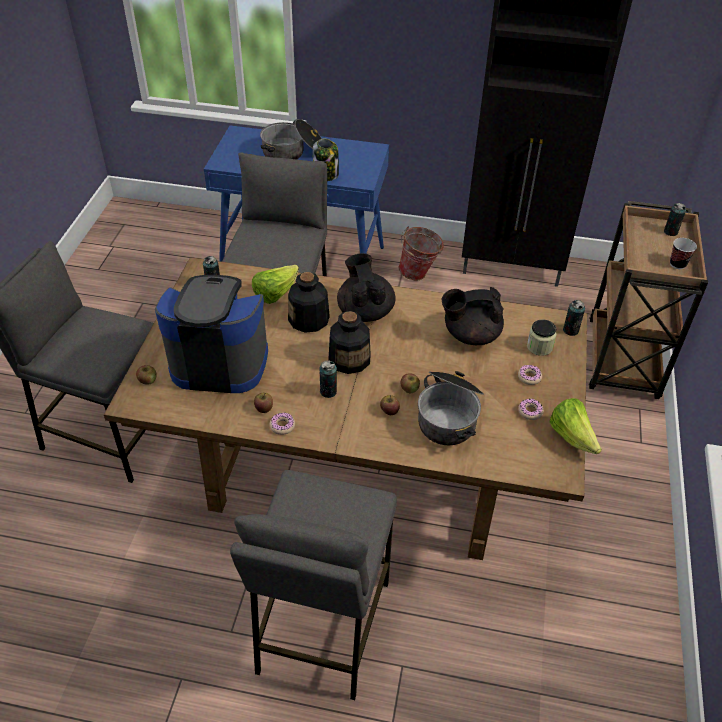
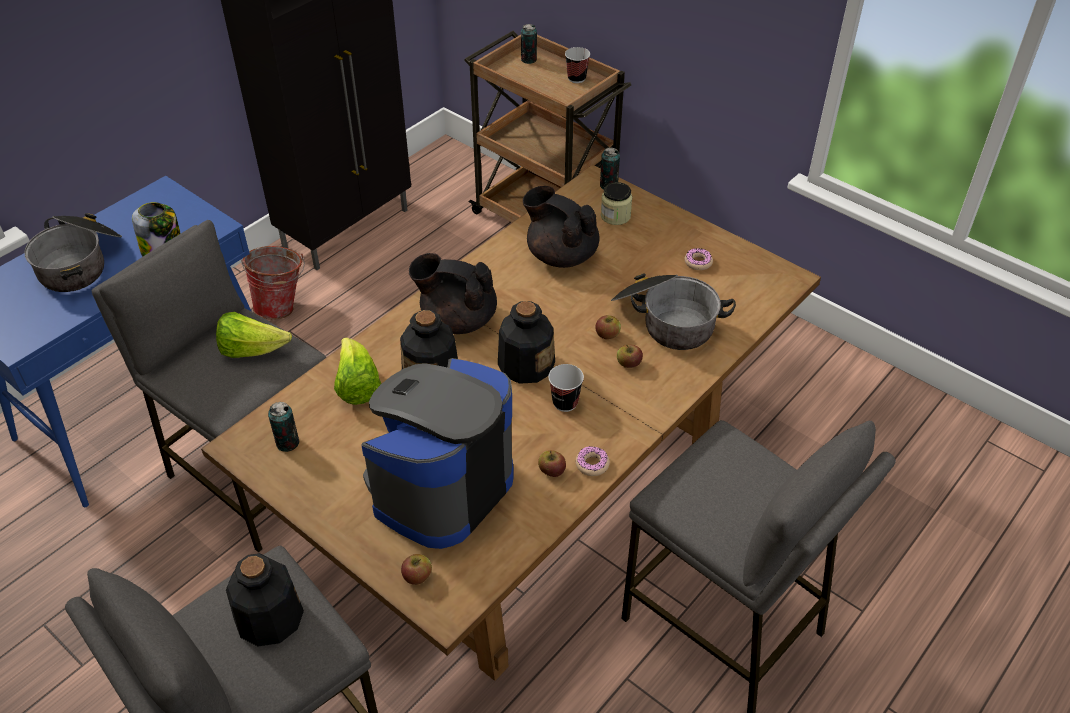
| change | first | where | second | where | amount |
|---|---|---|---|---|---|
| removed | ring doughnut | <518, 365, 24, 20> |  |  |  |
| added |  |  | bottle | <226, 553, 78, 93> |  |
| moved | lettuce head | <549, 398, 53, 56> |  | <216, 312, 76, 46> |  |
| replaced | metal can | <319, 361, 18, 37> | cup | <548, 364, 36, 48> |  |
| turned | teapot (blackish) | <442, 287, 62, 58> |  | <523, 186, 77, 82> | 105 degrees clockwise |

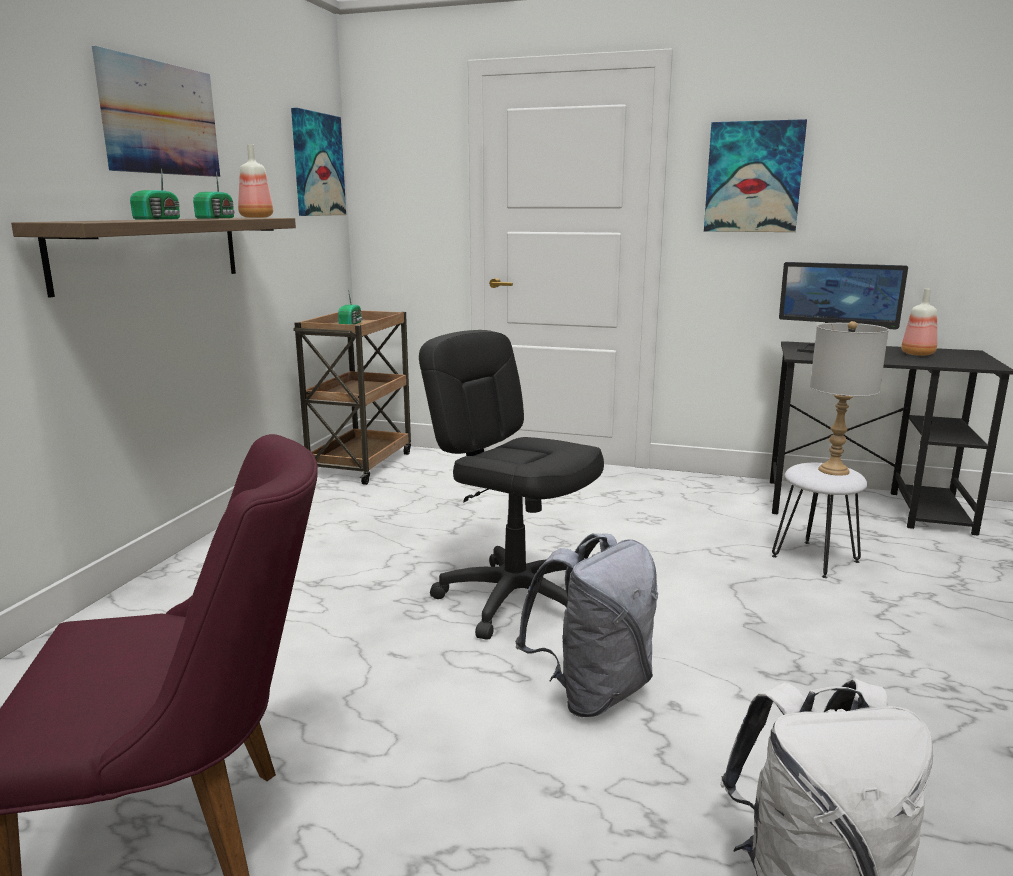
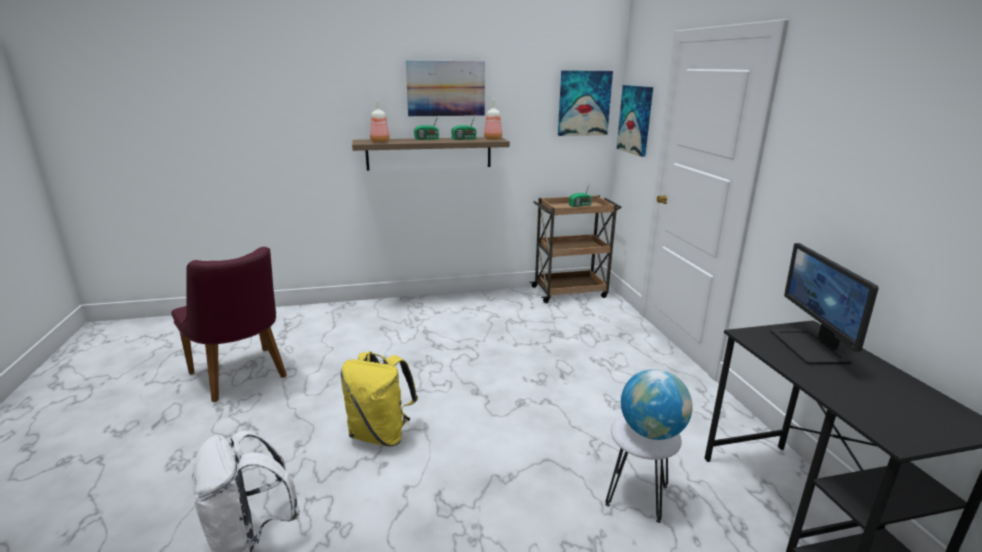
| change | first | where | second | where | amount |
|---|---|---|---|---|---|
| removed | desk chair (blackish) | <419, 330, 185, 310> |  |  |  |
| moved | picture | <704, 119, 103, 113> |  | <617, 85, 36, 72> |  |
| moved | bottle | <901, 289, 36, 67> |  | <370, 100, 20, 42> |  |
| replaced | tabletop lamp (greyish) | <810, 321, 79, 155> | globe | <621, 369, 71, 71> |  |
| recoloured | backpack (greyish) | <515, 533, 143, 184> | backpack (yellowish) | <341, 351, 77, 95> |  |

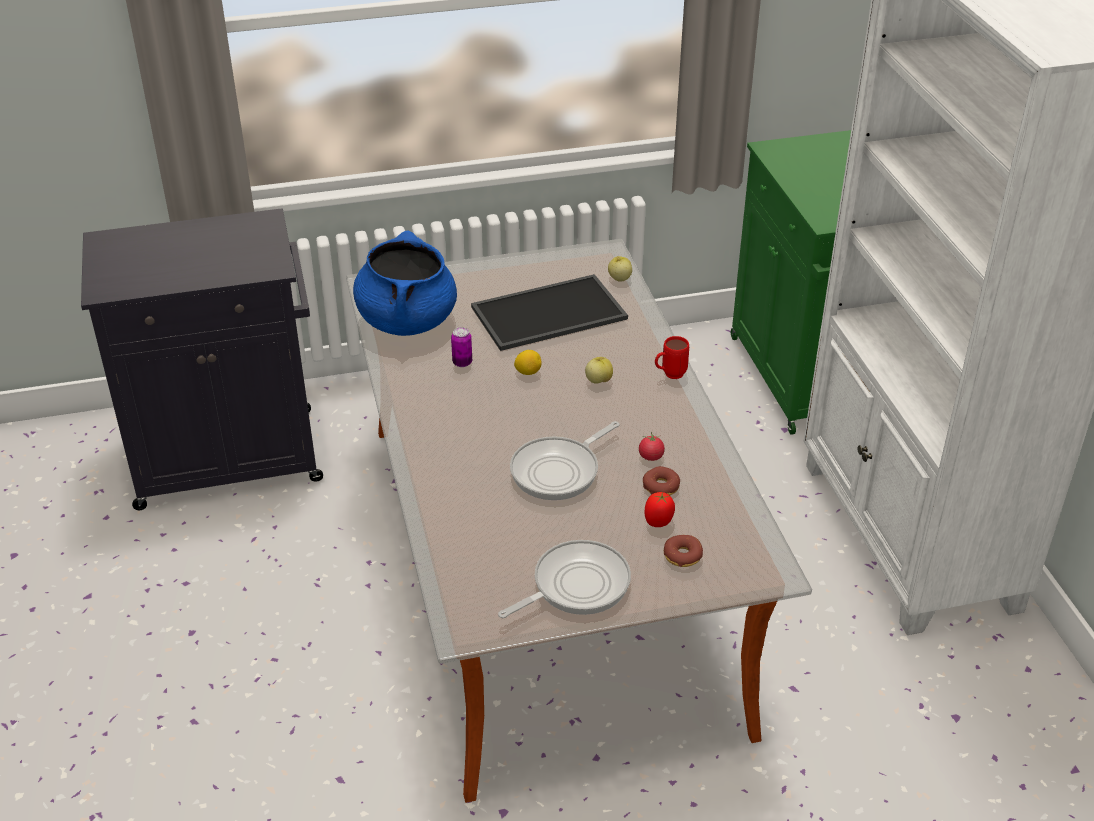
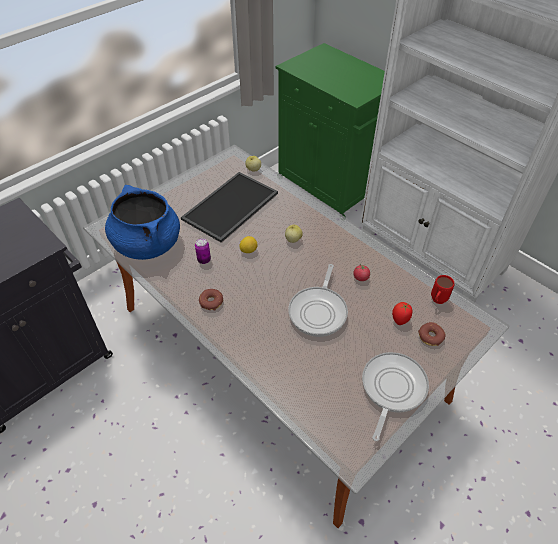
| change | first | where | second | where | amount |
|---|---|---|---|---|---|
| moved | ring doughnut | <643, 466, 37, 29> |  | <199, 289, 24, 22> |  |
| moved | mug (red-coloured) | <655, 336, 34, 43> |  | <431, 275, 23, 29> |  |

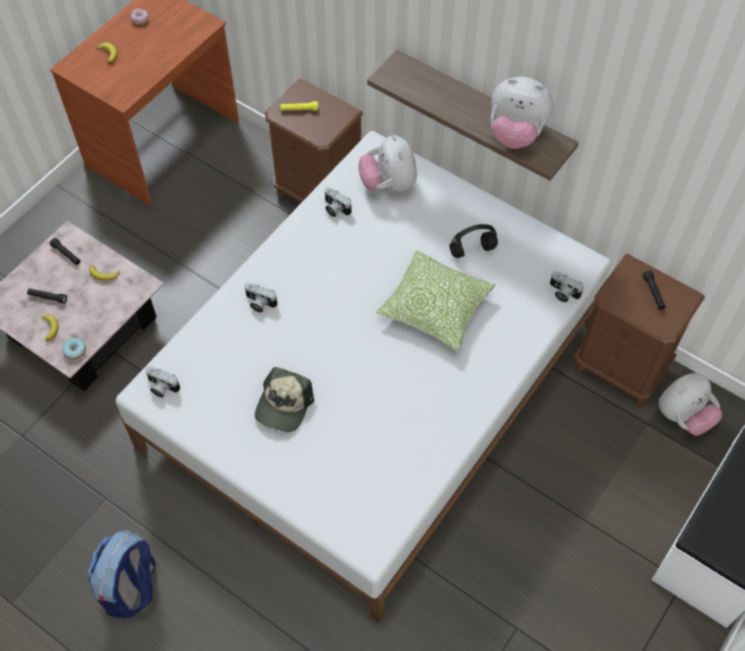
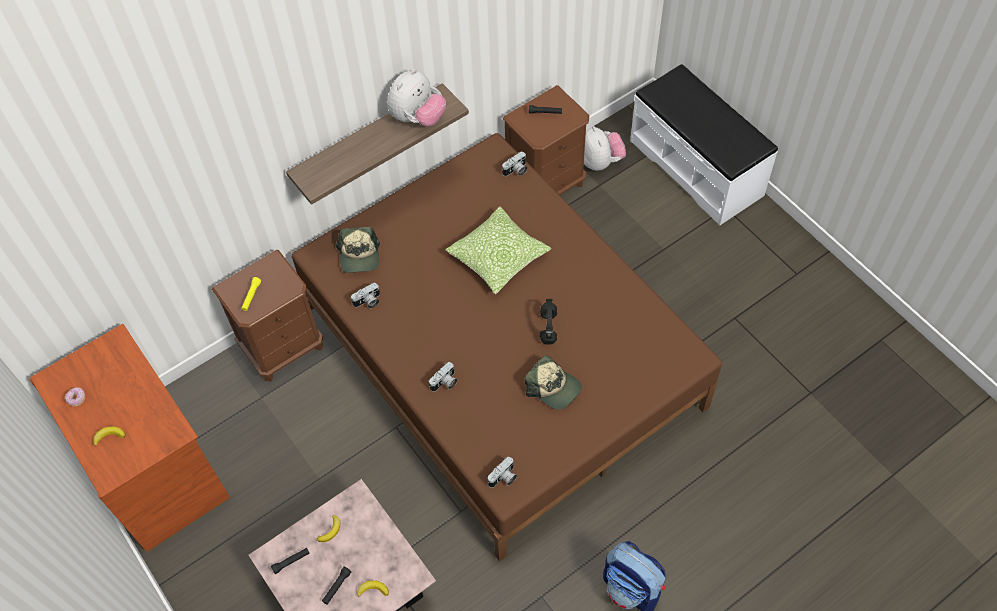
| change | first | where | second | where | amount |
|---|---|---|---|---|---|
| removed | ring doughnut | <62, 338, 24, 22> |  |  |  |
| moved | pair of headphones (blackish) | <449, 224, 49, 34> |  | <540, 299, 17, 46> |  |
| replaced | soft toy | <358, 135, 59, 57> | peaked cap | <336, 227, 44, 46> |  |
| recoloured | sleeping bed (white) | <116, 131, 495, 492> | sleeping bed (brown-coloured) | <292, 133, 430, 429> |  |

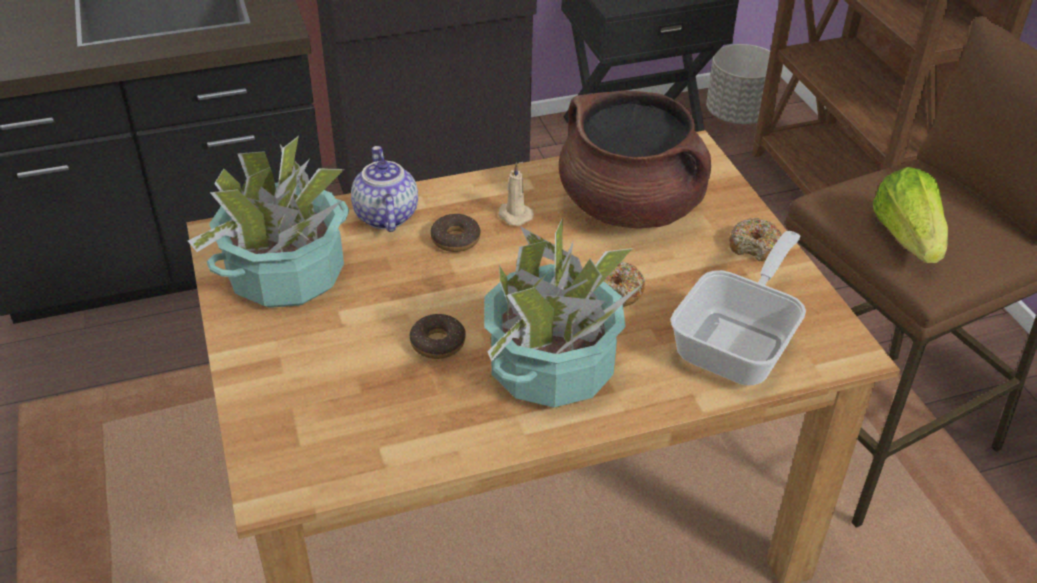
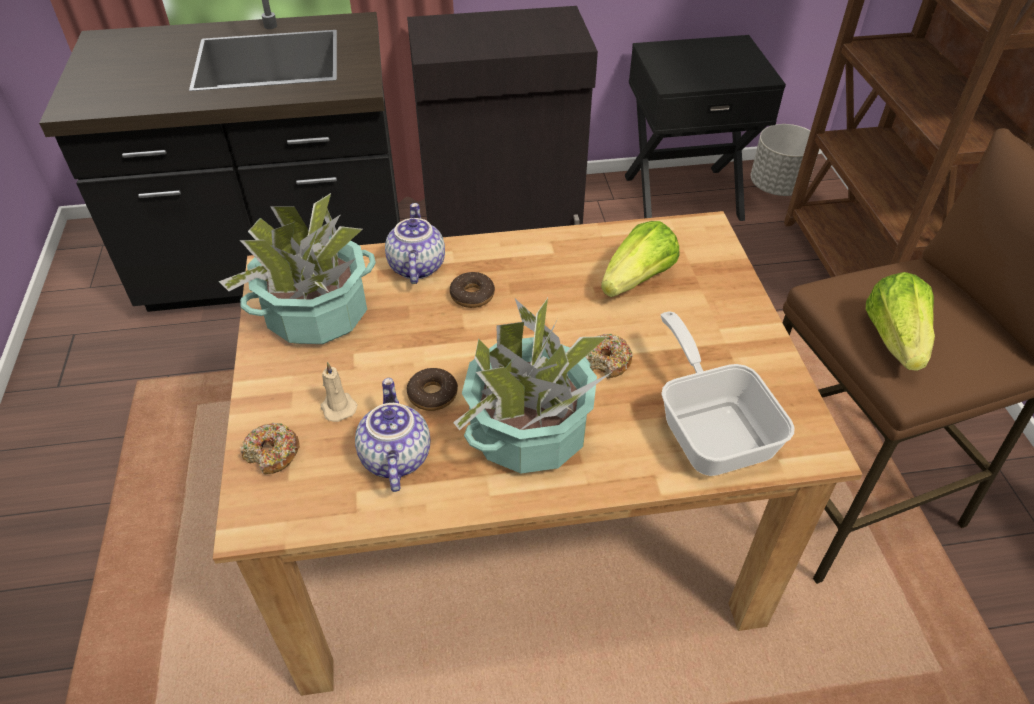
| change | first | where | second | where | amount |
|---|---|---|---|---|---|
| added |  |  | teapot | <355, 378, 75, 114> |  |
| moved | wax light (sand-coloured) | <498, 163, 36, 63> |  | <320, 362, 37, 60> |  |
| moved | ring doughnut | <729, 218, 53, 43> |  | <240, 423, 60, 51> |  |
| replaced | stockpot (brown-coloured) | <559, 90, 152, 138> | lettuce head | <601, 221, 78, 76> |  |
| turned | pan | <670, 231, 136, 155> |  | <661, 311, 134, 165> | 60 degrees counterclockwise |

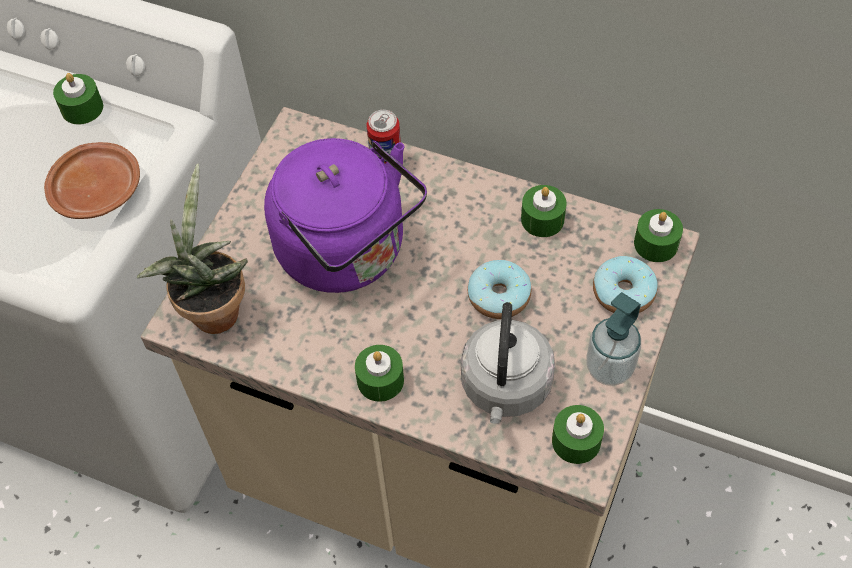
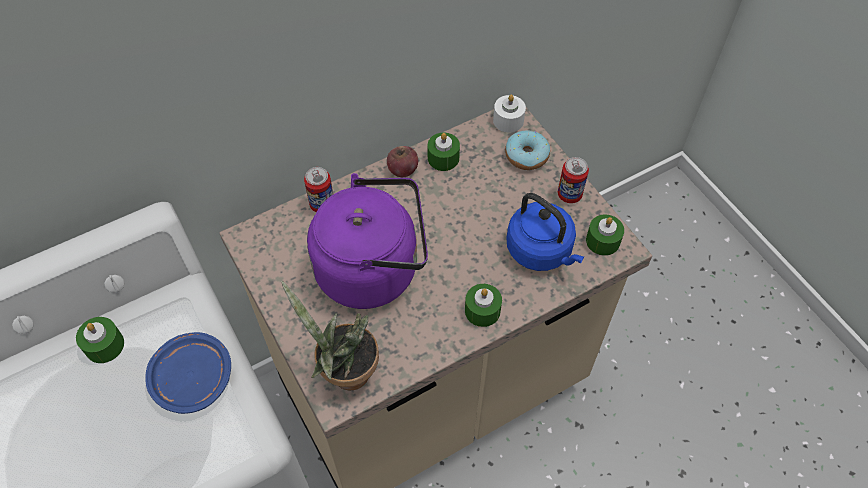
| change | first | where | second | where | amount |
|---|---|---|---|---|---|
| removed | ring doughnut | <468, 260, 63, 59> |  |  |  |
| added |  |  | whole apple | <387, 146, 31, 31> |  |
| replaced | soap dispenser | <586, 292, 55, 94> | metal can | <558, 157, 31, 46> |  |
| recoloured | flat dish (brown-coloured) | <44, 142, 96, 77> | flat dish (blue-coloured) | <145, 332, 86, 82> |  |
| recoloured | kettle (greyish) | <461, 302, 94, 121> | kettle (blue-coloured) | <506, 193, 78, 78> |  |
| recoloured | wax light (greenish) | <634, 209, 49, 53> | wax light (white) | <493, 95, 33, 37> |  |

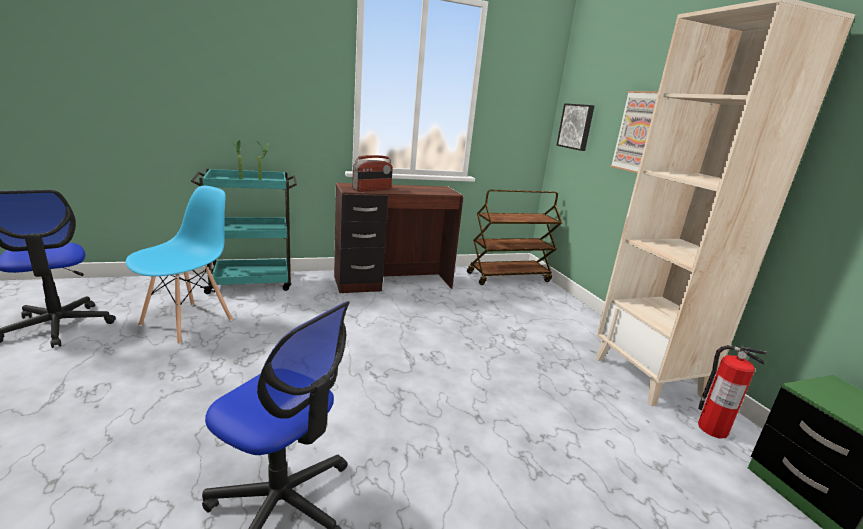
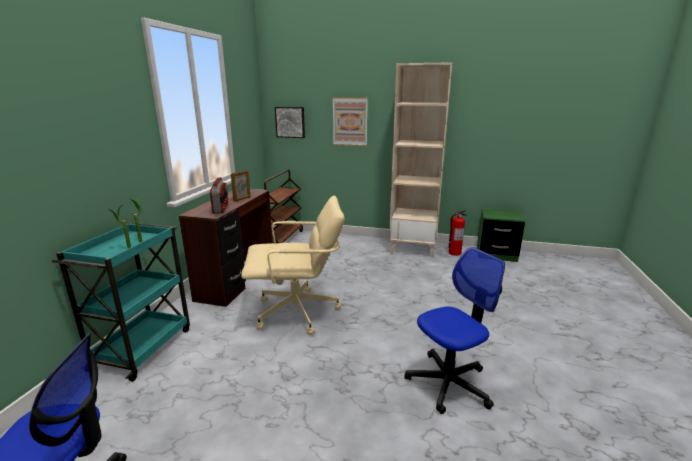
| change | first | where | second | where | amount |
|---|---|---|---|---|---|
| removed | upright chair (blue-coloured) | <126, 186, 107, 158> |  |  |  |
| added |  |  | picture frame | <231, 170, 20, 31> |  |
| added |  |  | desk chair (sand-coloured) | <241, 196, 104, 139> |  |

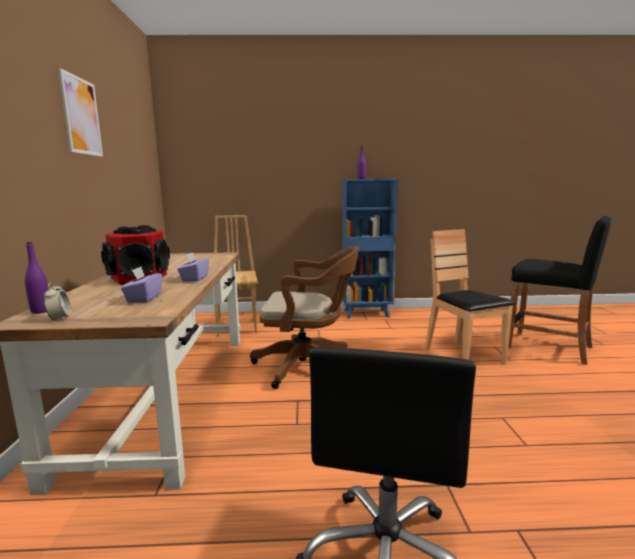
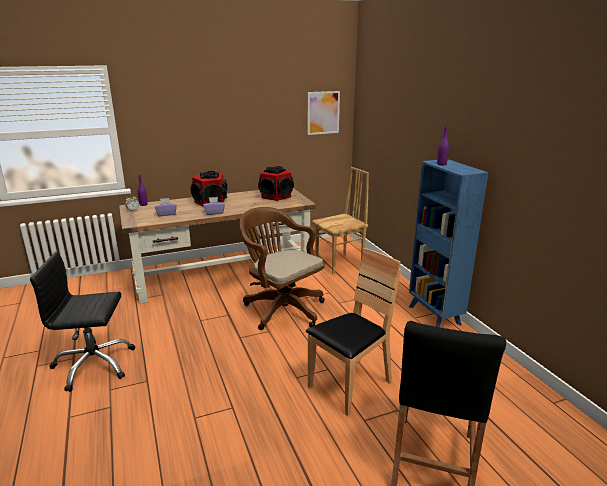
| change | first | where | second | where | amount |
|---|---|---|---|---|---|
| added |  |  | audio speaker | <258, 166, 36, 35> |  |
| moved | picture | <58, 68, 45, 89> |  | <308, 91, 32, 44> |  |
| turned | desk chair (brown-coloured) | <250, 246, 109, 143> |  | <240, 207, 85, 123> | 150 degrees clockwise |

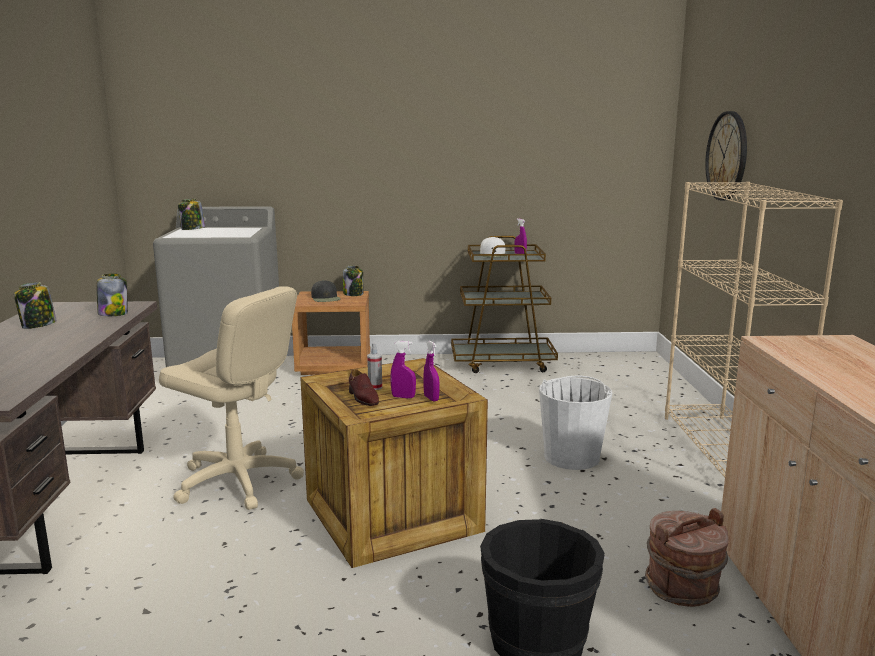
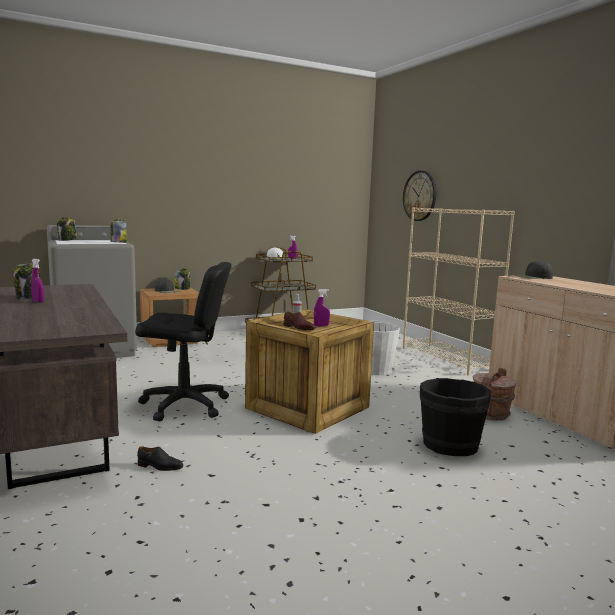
| change | first | where | second | where | amount |
|---|---|---|---|---|---|
| added |  |  | low shoe (blackish) | <137, 446, 46, 25> |  |
| added |  |  | peaked cap (blackish) | <515, 261, 38, 18> |  |
| moved | preserve jar | <97, 273, 31, 43> |  | <110, 219, 17, 24> |  |
| moved | spray bottle (purplish) | <423, 341, 16, 60> |  | <31, 259, 13, 43> |  |
| recoloured | desk chair (sand-coloured) | <159, 286, 145, 224> | desk chair (blackish) | <135, 262, 97, 159> |  |

